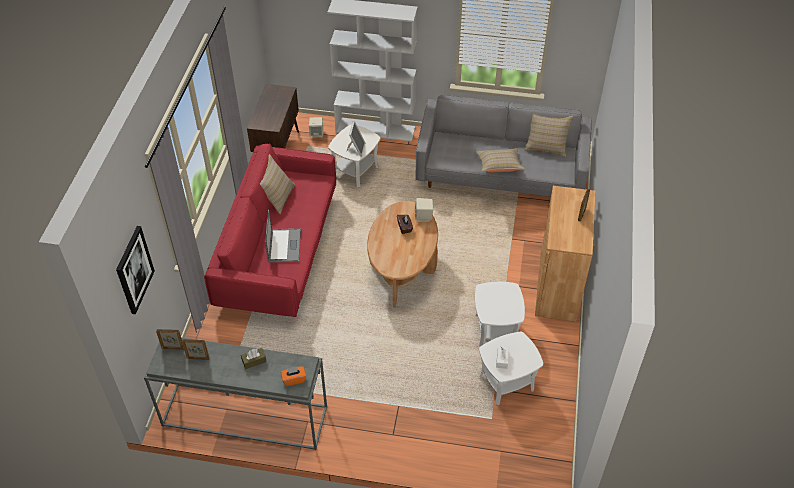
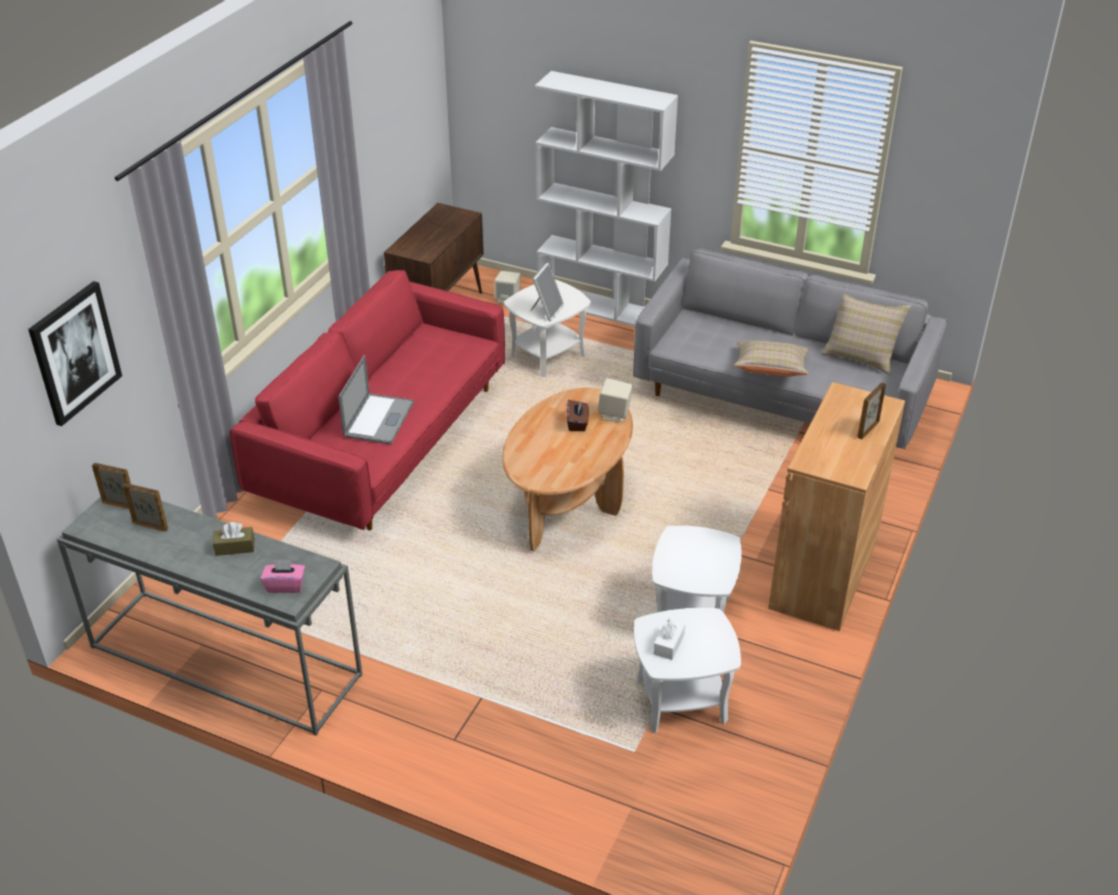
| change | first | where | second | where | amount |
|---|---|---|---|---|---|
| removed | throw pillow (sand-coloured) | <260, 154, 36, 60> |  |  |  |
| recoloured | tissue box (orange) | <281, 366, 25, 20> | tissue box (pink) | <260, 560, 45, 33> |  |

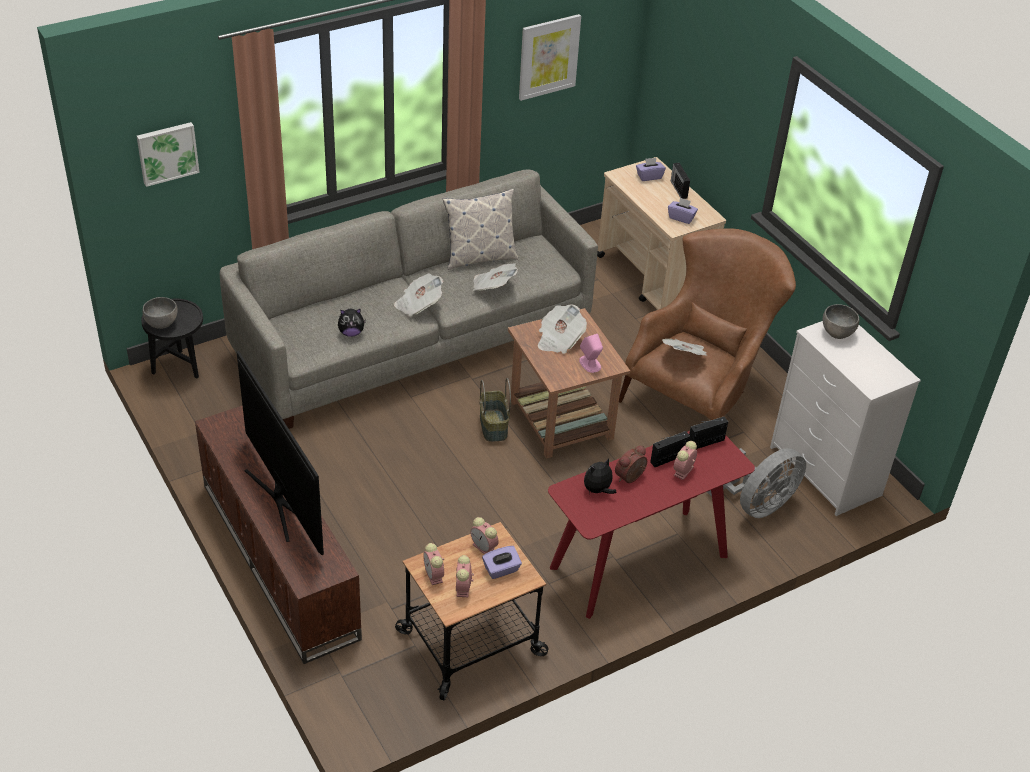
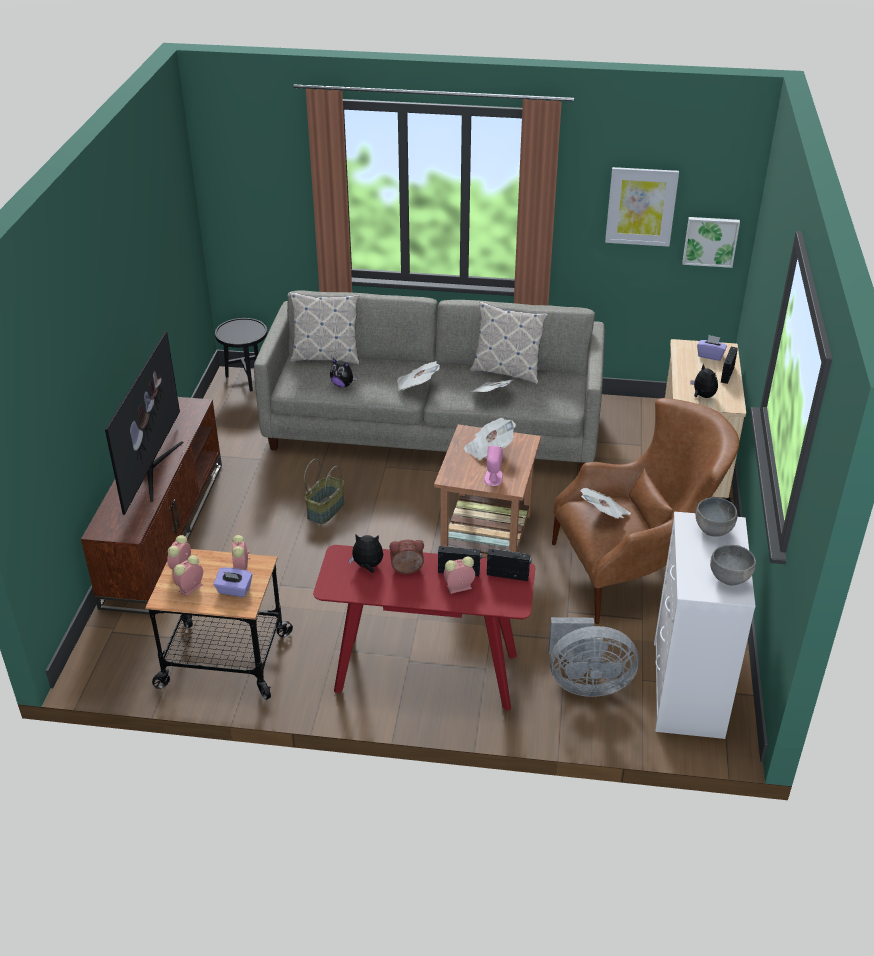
| change | first | where | second | where | amount |
|---|---|---|---|---|---|
| added |  |  | throw pillow | <290, 292, 69, 73> |  |
| moved | picture | <137, 122, 63, 65> |  | <682, 217, 58, 51> |  |
| moved | serving bowl (greyish) | <142, 297, 36, 32> |  | <710, 545, 46, 40> |  |
| moved | household basket | <480, 378, 31, 64> |  | <304, 459, 41, 65> |  |
| replaced | tissue box (purplish) | <668, 197, 30, 27> | soft toy | <690, 363, 28, 35> |  |

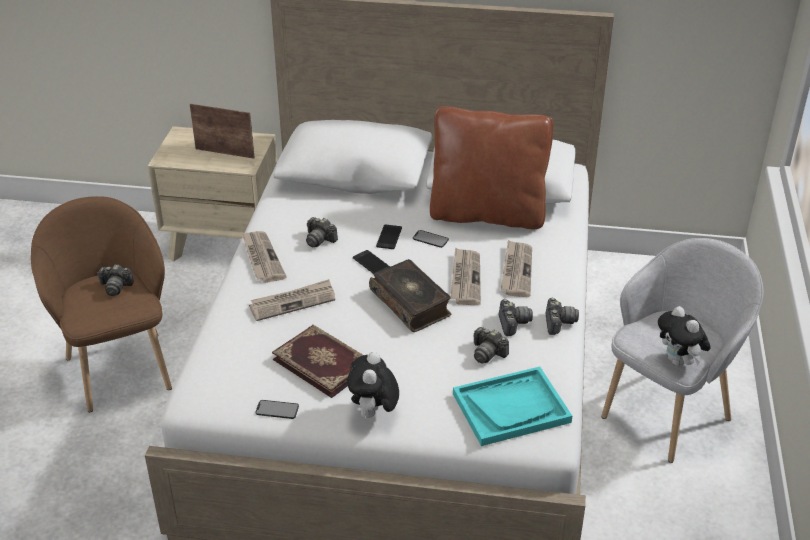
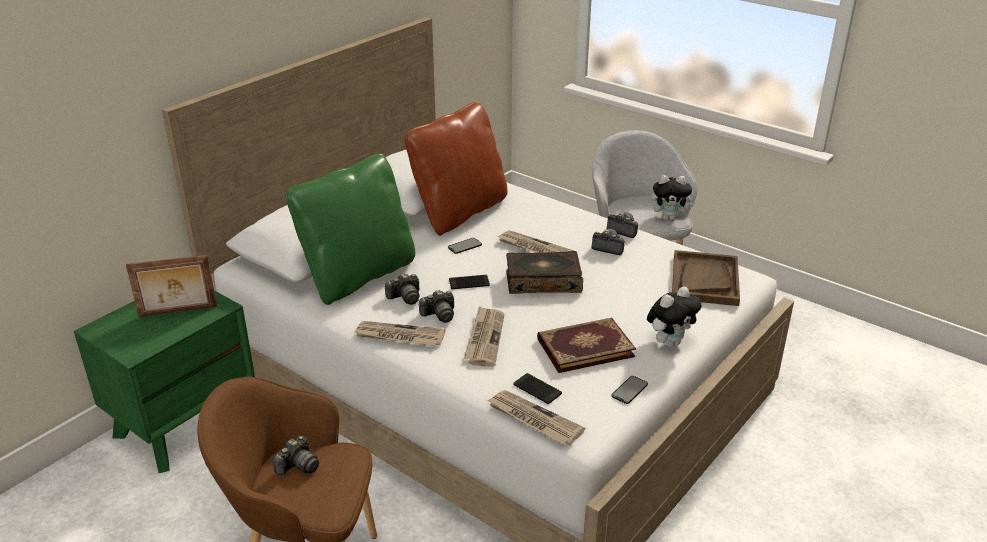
| change | first | where | second | where | amount |
|---|---|---|---|---|---|
| added |  |  | throw pillow (greenish) | <286, 154, 129, 151> |  |
| moved | phone | <376, 225, 26, 24> |  | <513, 373, 49, 31> |  |
| moved | photo camera | <473, 327, 36, 37> |  | <419, 290, 35, 33> |  |
| moved | newspaper | <501, 240, 31, 57> |  | <487, 390, 98, 55> |  |
| recoloured | nightstand (sand-coloured) | <148, 126, 129, 136> | nightstand (greenish) | <74, 290, 181, 183> |  |
| recoloured | serving tray (turquoise) | <453, 367, 119, 79> | serving tray (brown-coloured) | <672, 250, 68, 56> |  |
| turned | picture frame | <190, 104, 65, 55> |  | <126, 255, 91, 62> | 150 degrees counterclockwise |
| turned | soft toy | <347, 352, 52, 69> |  | <647, 286, 54, 62> | 75 degrees counterclockwise |

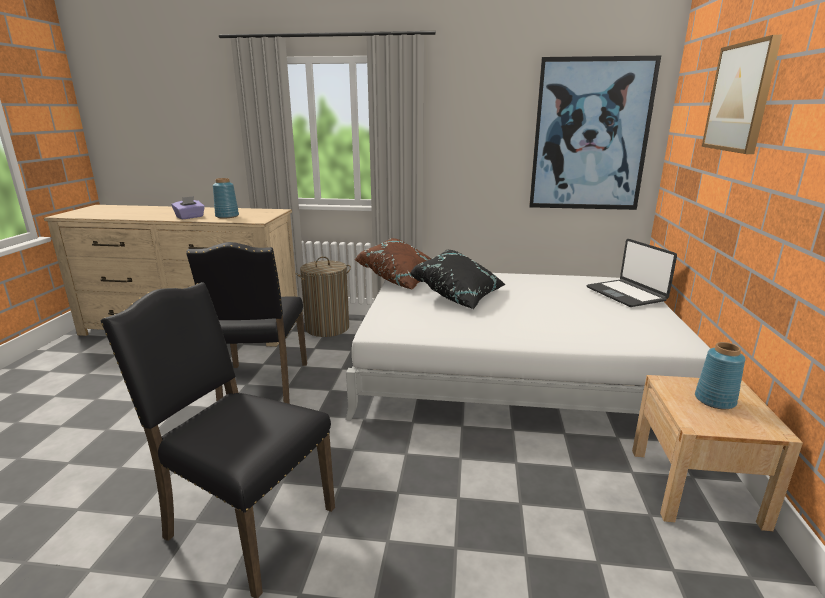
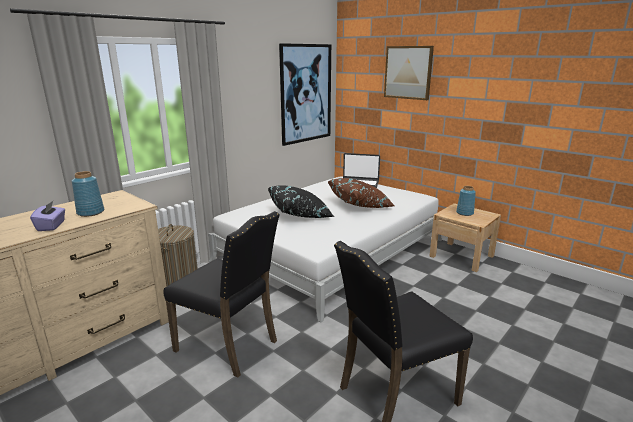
| change | first | where | second | where | amount |
|---|---|---|---|---|---|
| moved | throw pillow (brown-coloured) | <355, 238, 76, 52> |  | <328, 178, 67, 30> |  |

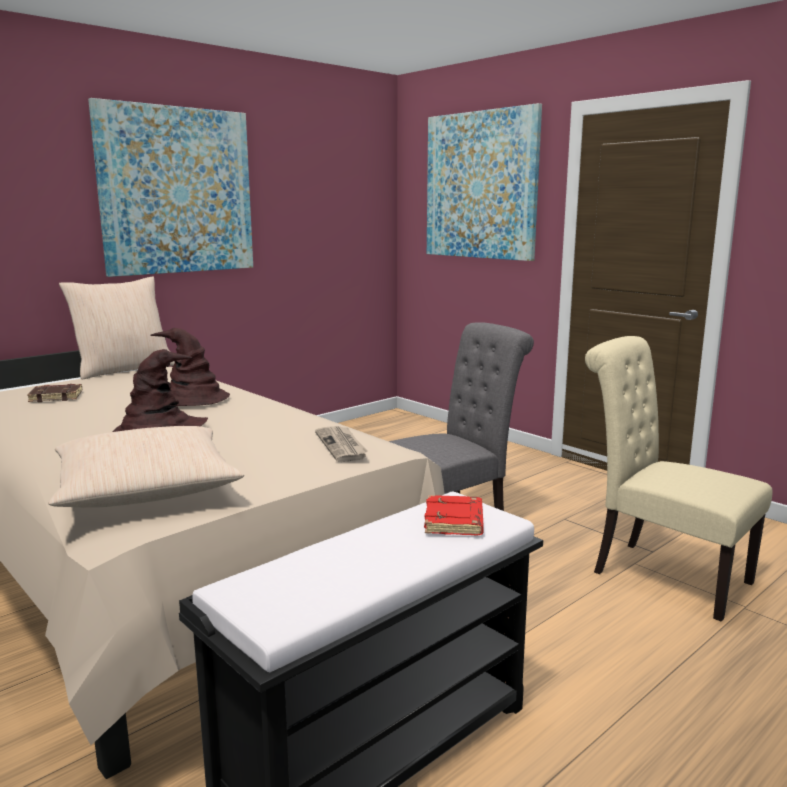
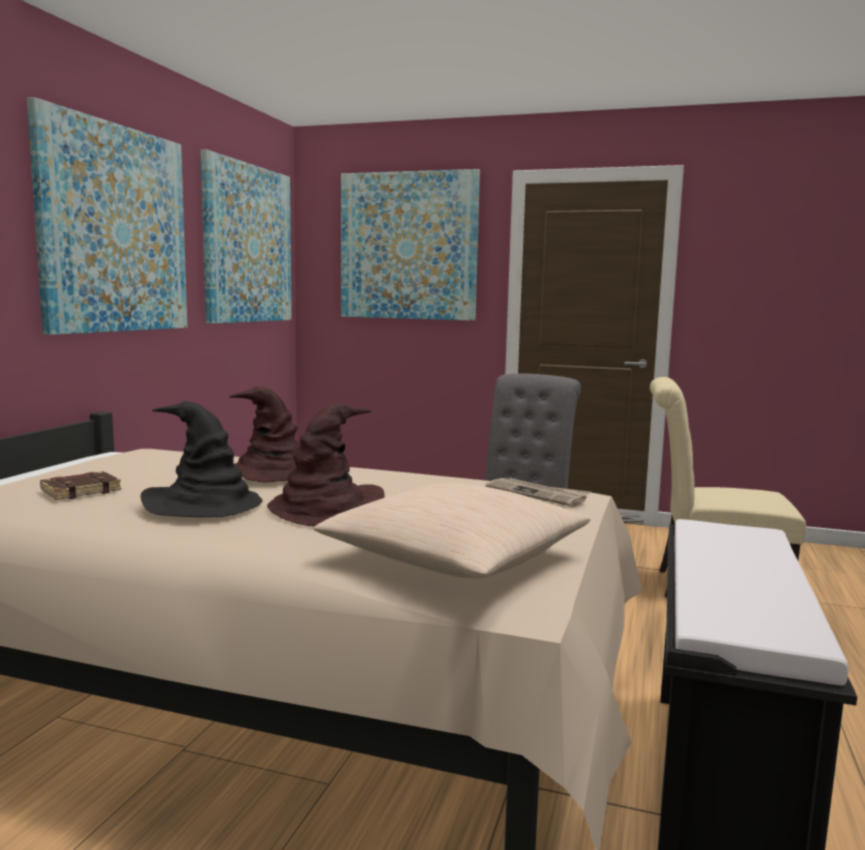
| change | first | where | second | where | amount |
|---|---|---|---|---|---|
| removed | throw pillow (sand-coloured) | <59, 277, 116, 102> |  |  |  |
| removed | bound book (red-coloured) | <424, 495, 60, 41> |  |  |  |
| added |  |  | clothing hat (blackish) | <141, 401, 122, 116> |  |
| added |  |  | picture | <201, 149, 91, 175> |  |

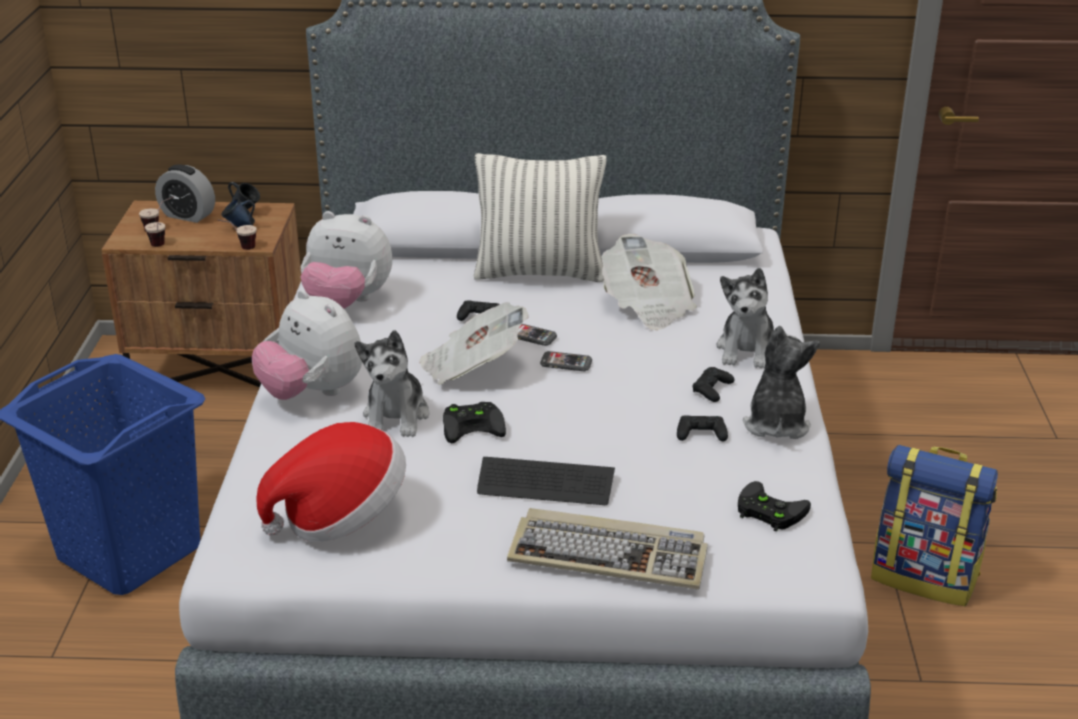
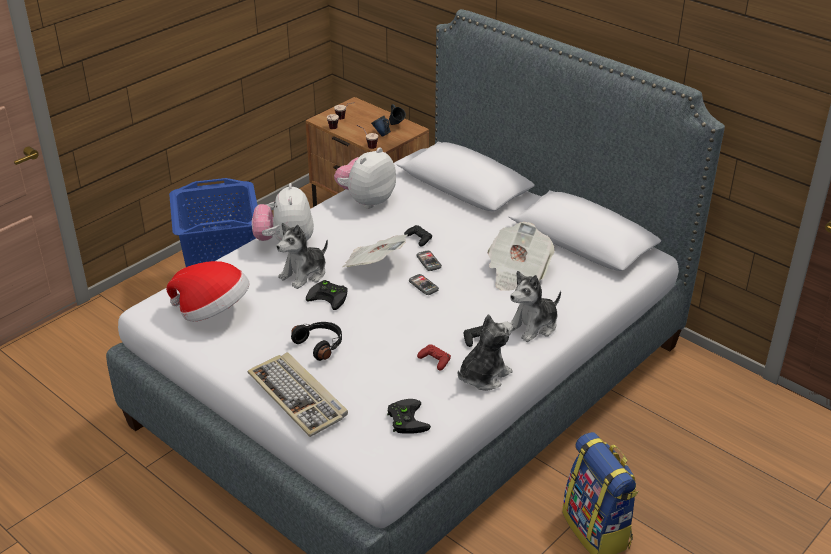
| change | first | where | second | where | amount |
|---|---|---|---|---|---|
| removed | bedside clock | <155, 165, 60, 58> |  |  |  |
| removed | throw pillow | <473, 153, 134, 129> |  |  |  |
| replaced | PC keyboard | <477, 457, 138, 48> | pair of headphones (blackish) | <291, 322, 51, 39> |  |
| recoloured | gamepad (blackish) | <677, 415, 51, 27> | gamepad (red-coloured) | <417, 344, 34, 27> |  |
| turned | soft toy | <301, 211, 91, 98> |  | <334, 148, 62, 61> | 75 degrees clockwise |

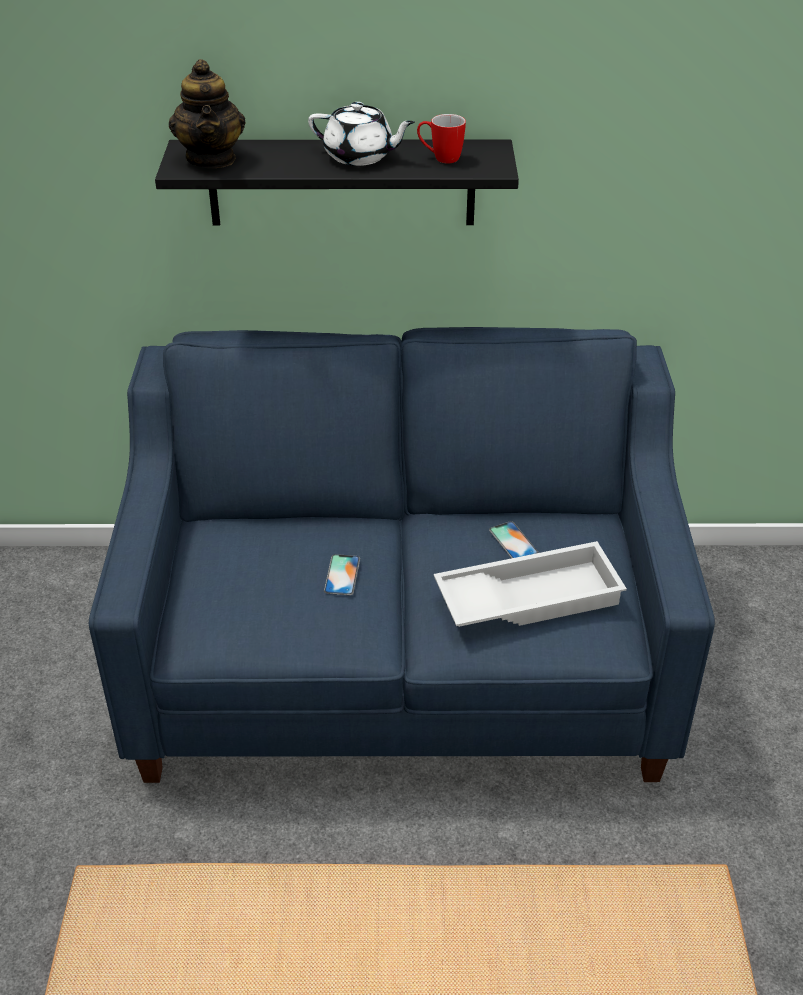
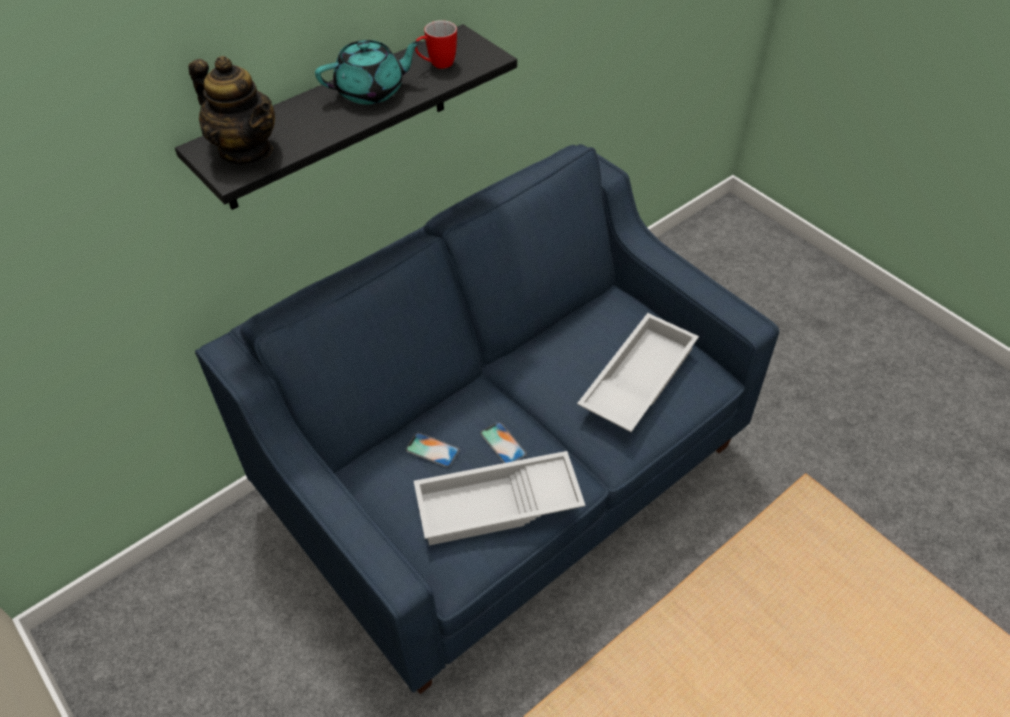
| change | first | where | second | where | amount |
|---|---|---|---|---|---|
| added |  |  | serving tray (white) | <414, 451, 171, 94> |  |
| moved | phone | <489, 521, 50, 37> |  | <406, 432, 54, 36> |  |
| recoloured | teapot (white) | <308, 102, 107, 64> | teapot (turquoise) | <315, 40, 107, 64> |  |

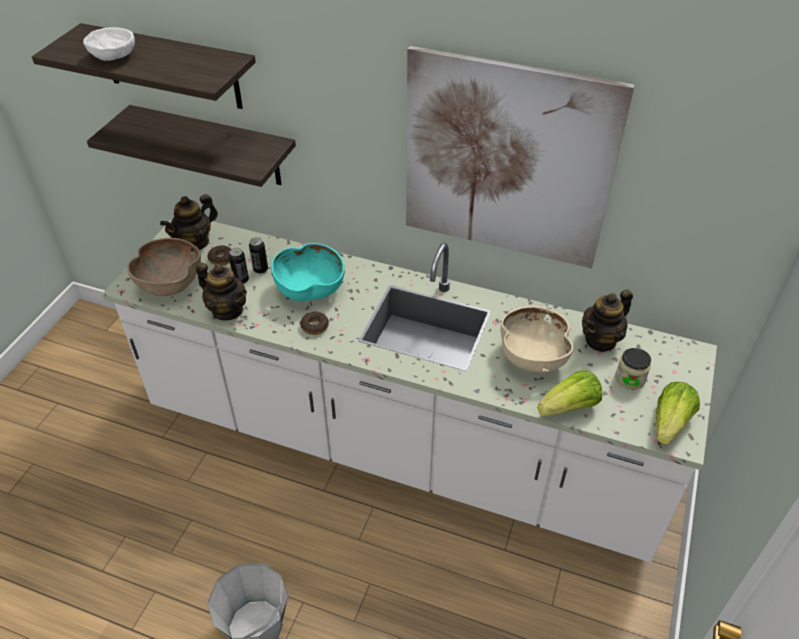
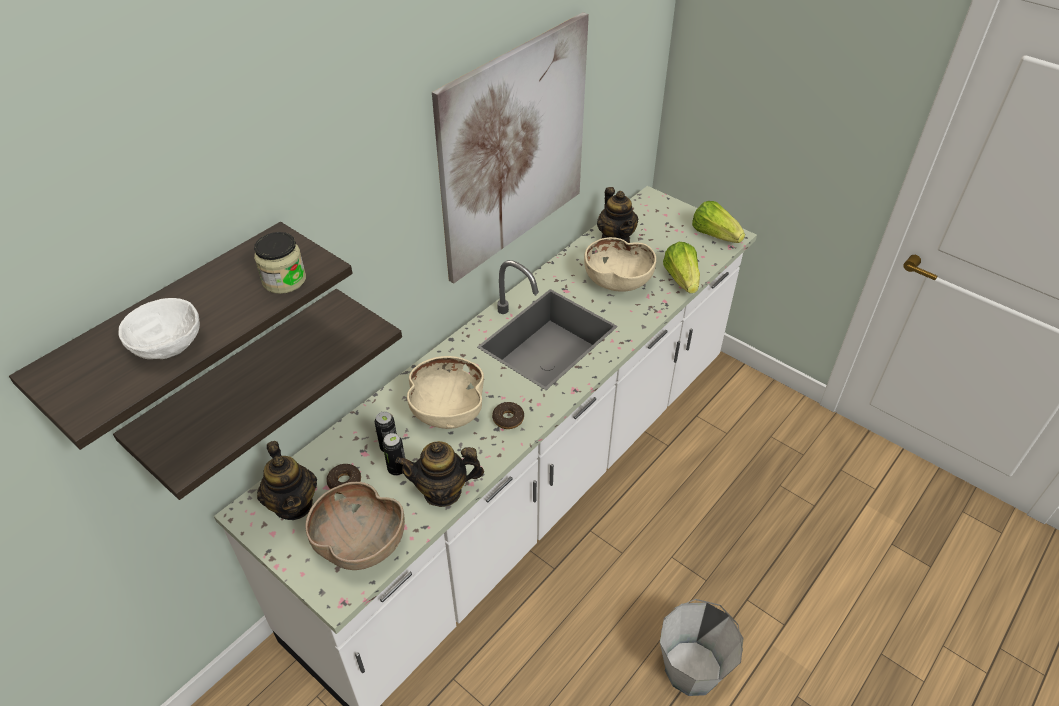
| change | first | where | second | where | amount |
|---|---|---|---|---|---|
| moved | preserve jar | <615, 348, 36, 42> |  | <254, 232, 52, 62> |  |
| recoloured | serving bowl (turquoise) | <271, 243, 74, 58> | serving bowl (sand-coloured) | <407, 356, 77, 73> |  |
| turned | teapot | <196, 263, 51, 57> |  | <396, 441, 88, 66> | 150 degrees counterclockwise |

